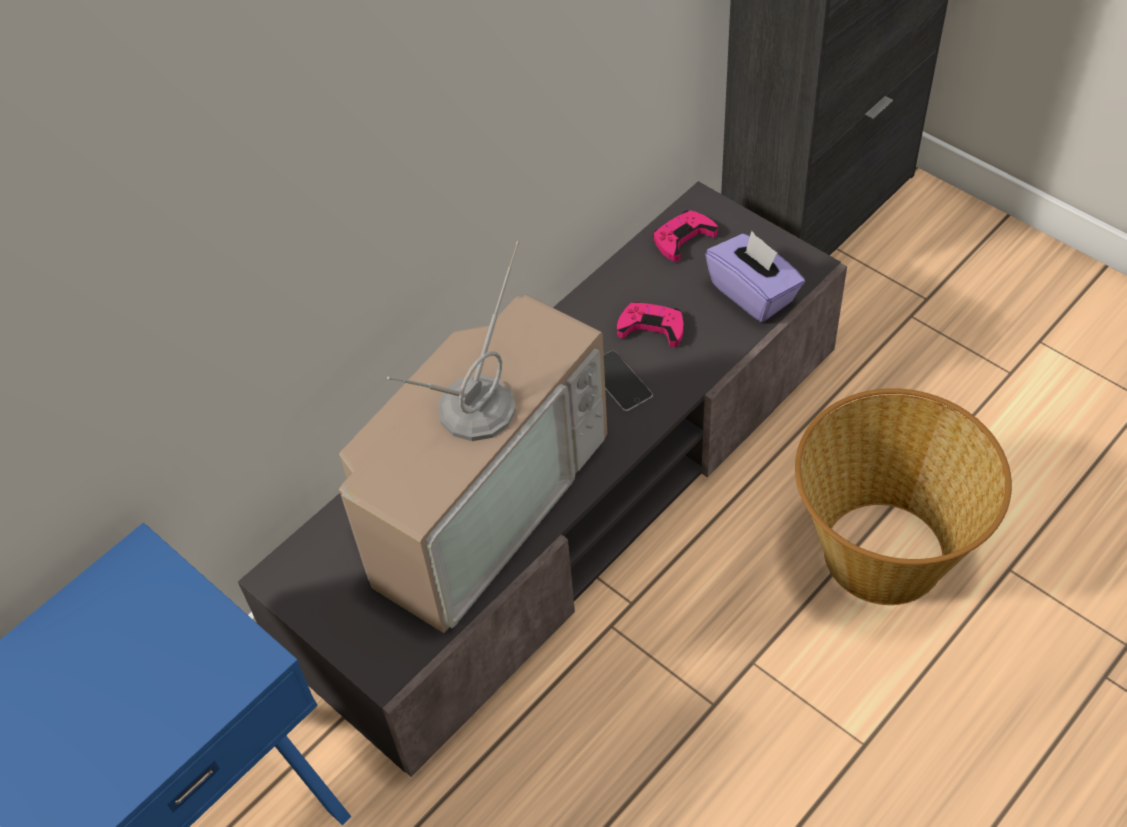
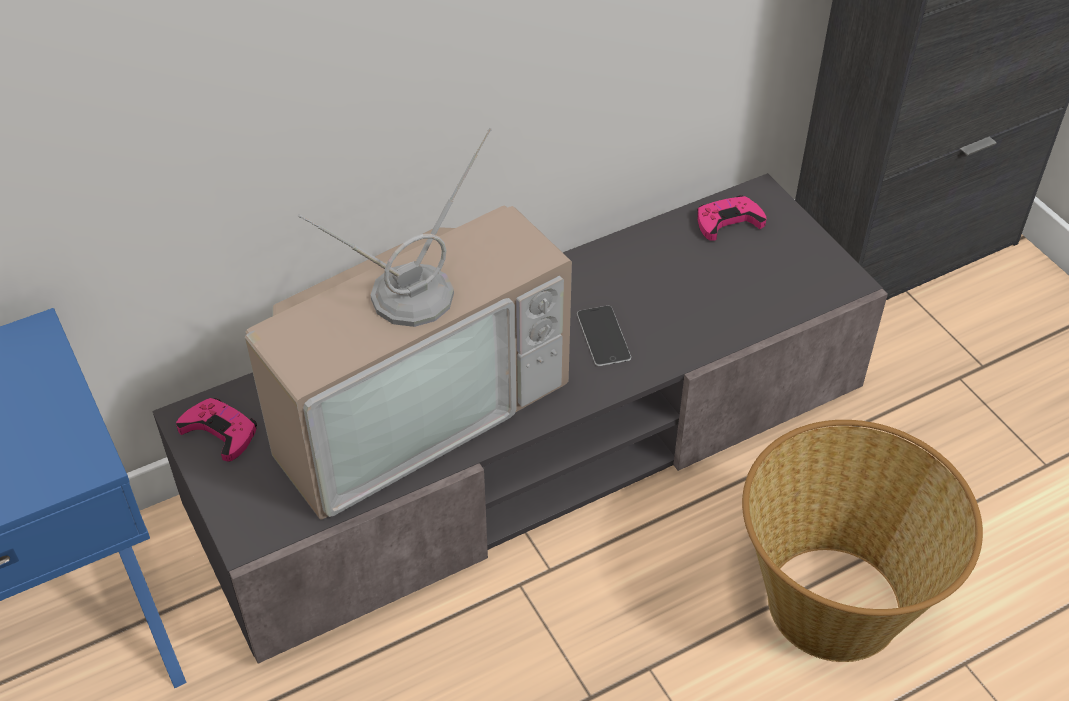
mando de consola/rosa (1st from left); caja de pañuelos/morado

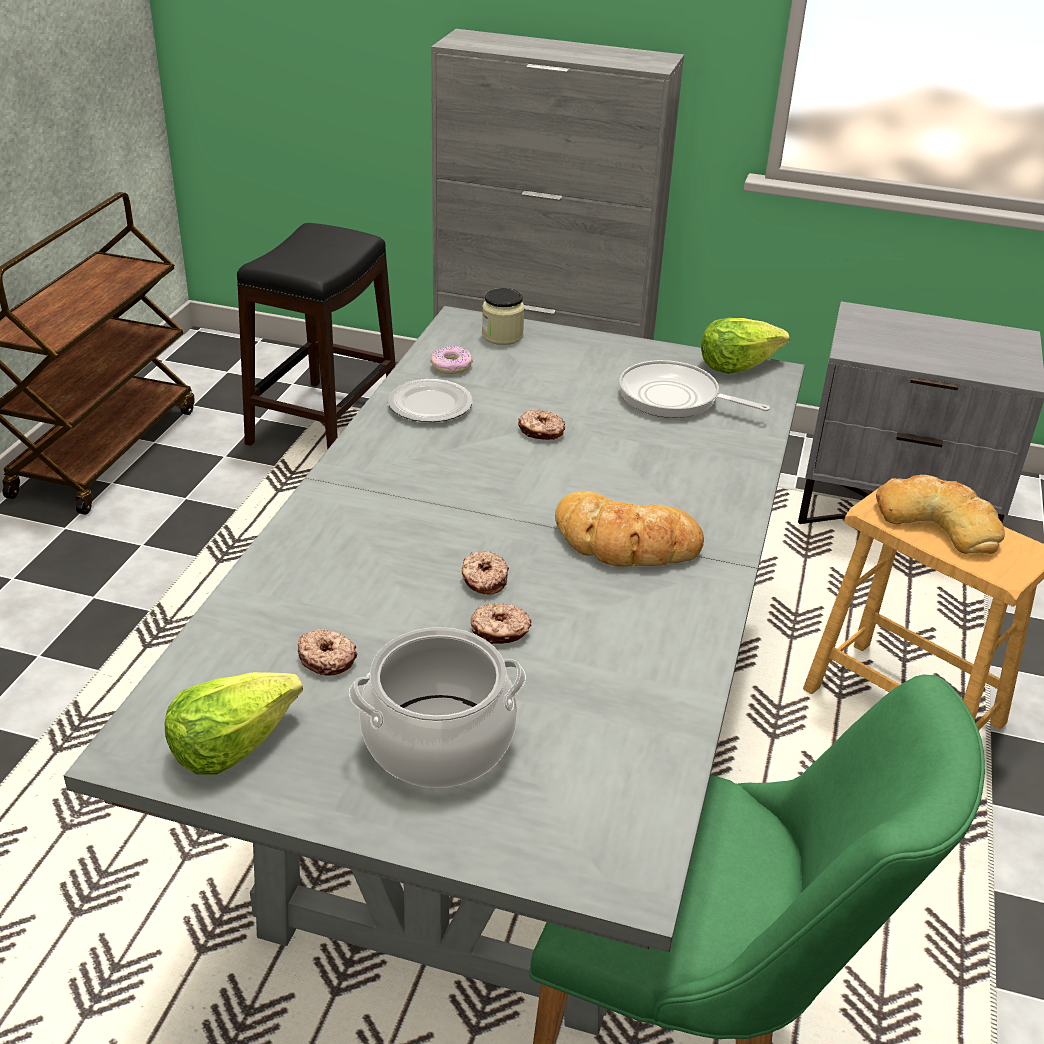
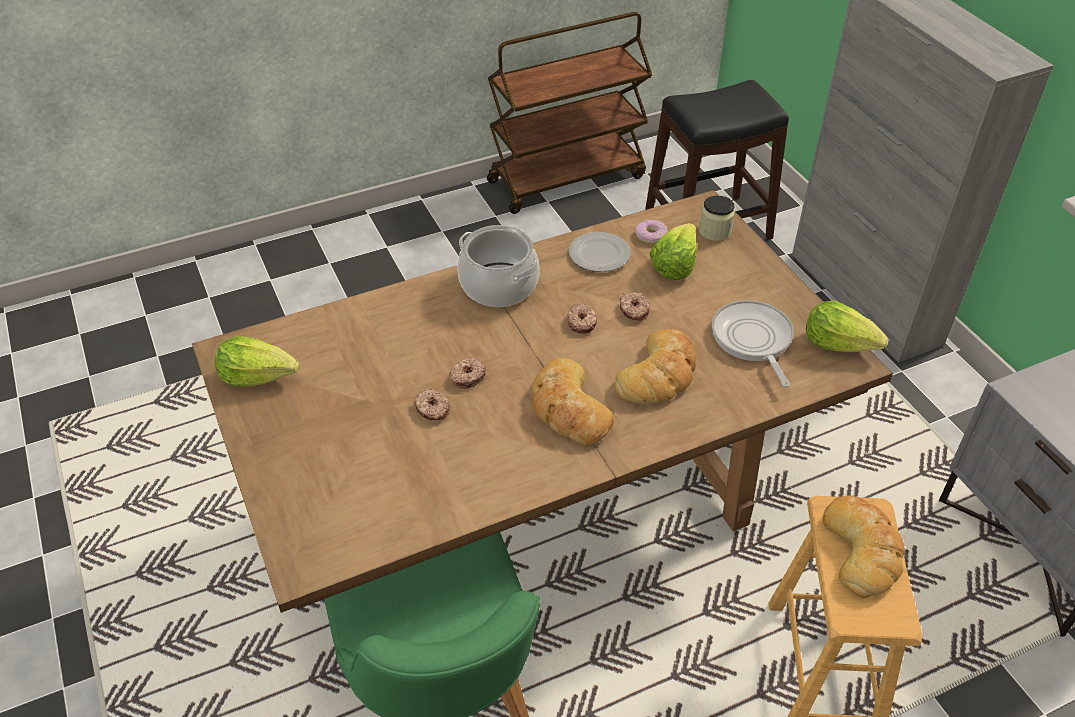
mesa de comedor/marrón; rosquilla (3rd from left); olla; pan (2nd from left); lechuga (2nd from left)

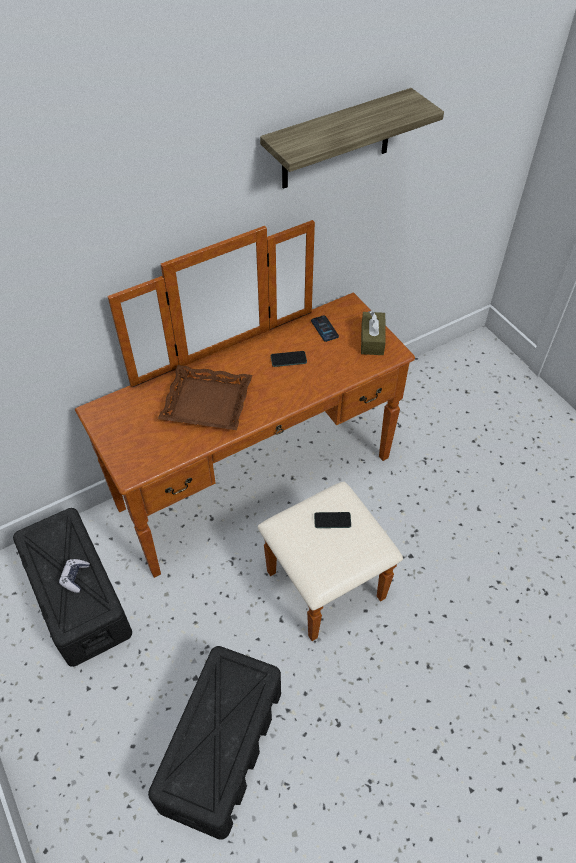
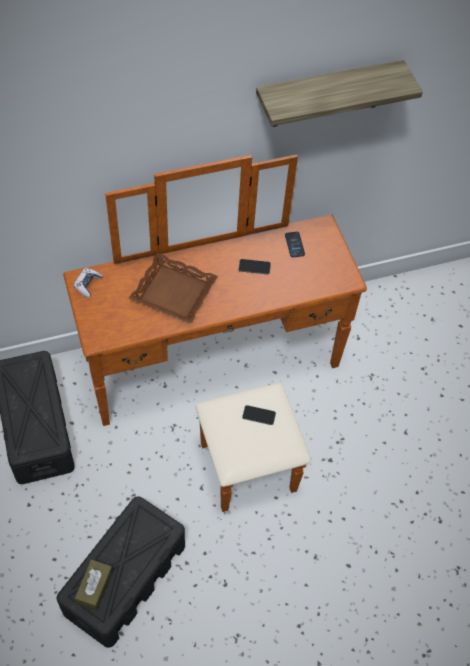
mando de consola; caja de pañuelos/marrón

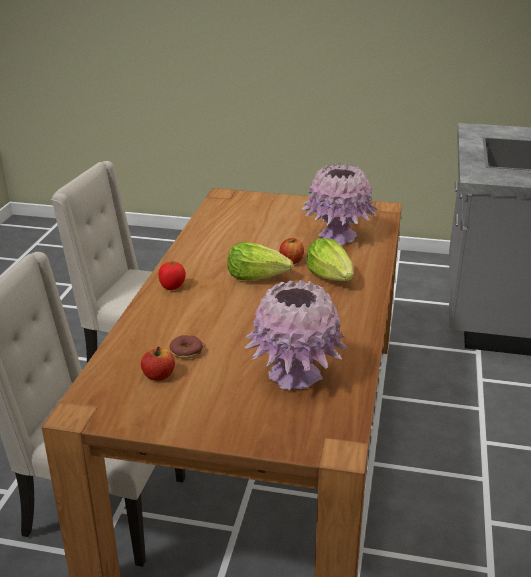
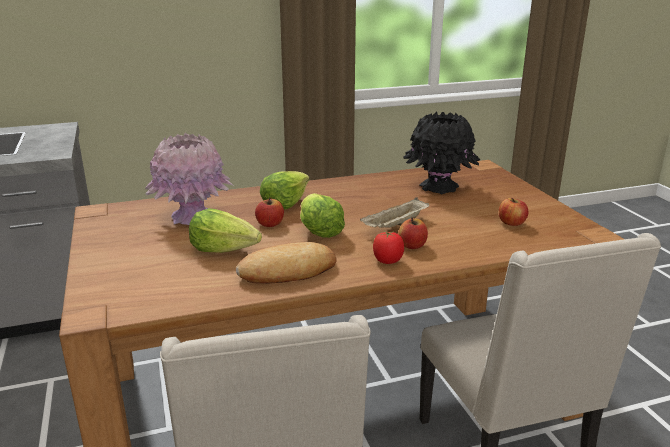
rosquilla; florero/negro; lechuga (1st from left); pan; bandeja/beis; manzana (2nd from left)

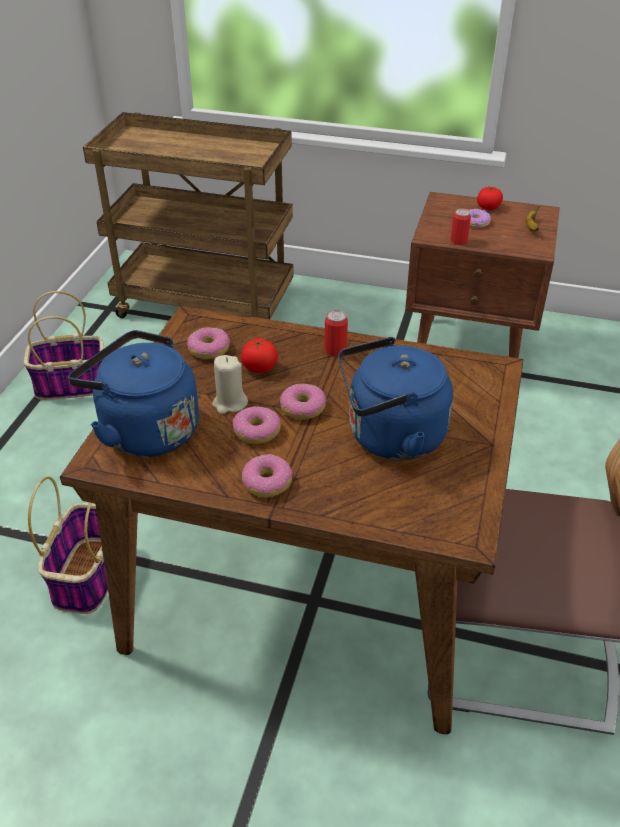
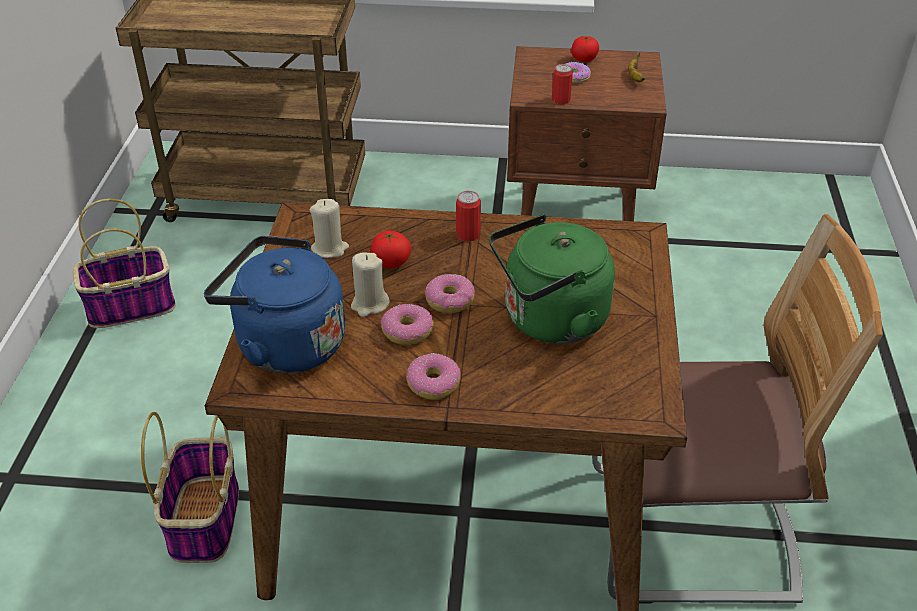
vela/beis (1st from left); hervidor/verde

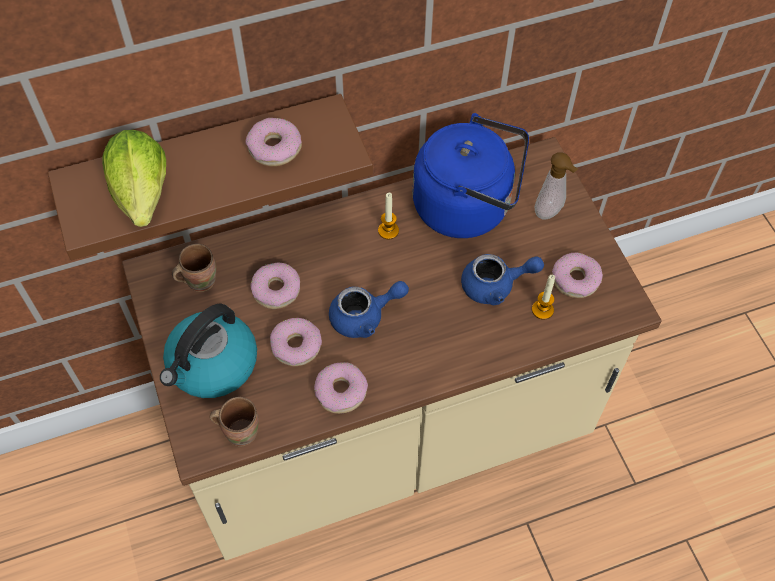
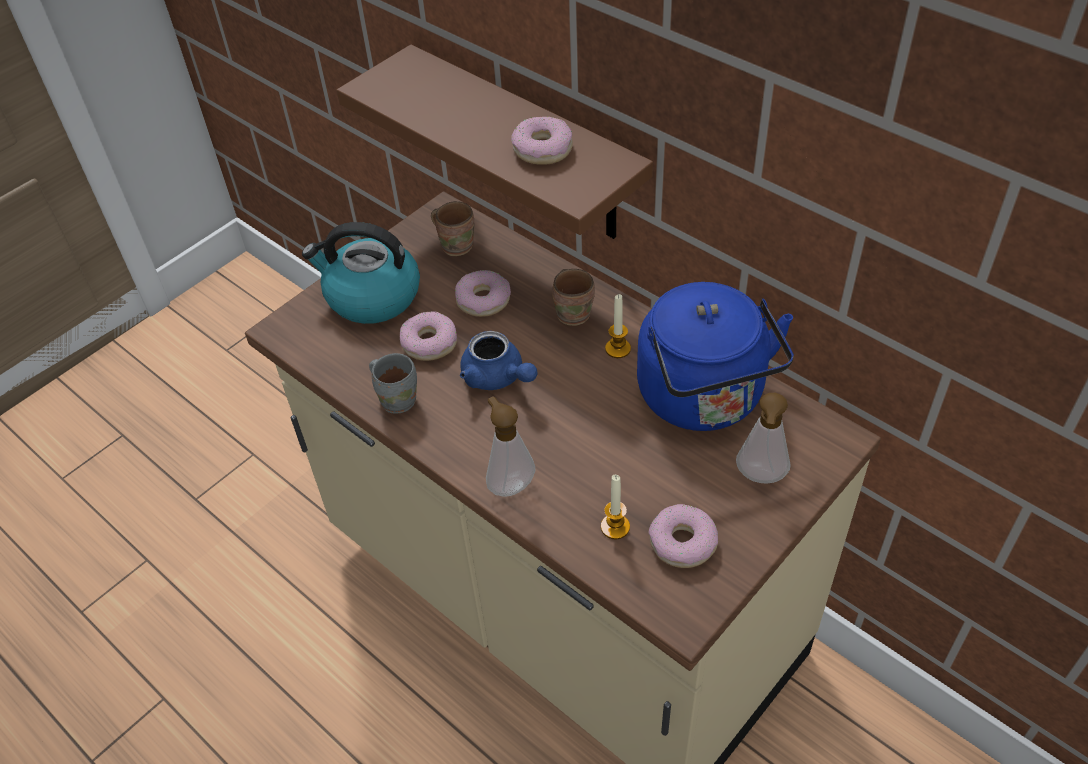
lechuga; taza grande/marrón (2nd from left); taza grande/gris; tetera/azul (2nd from left in the first image); dispensador de jabón (1st from left)

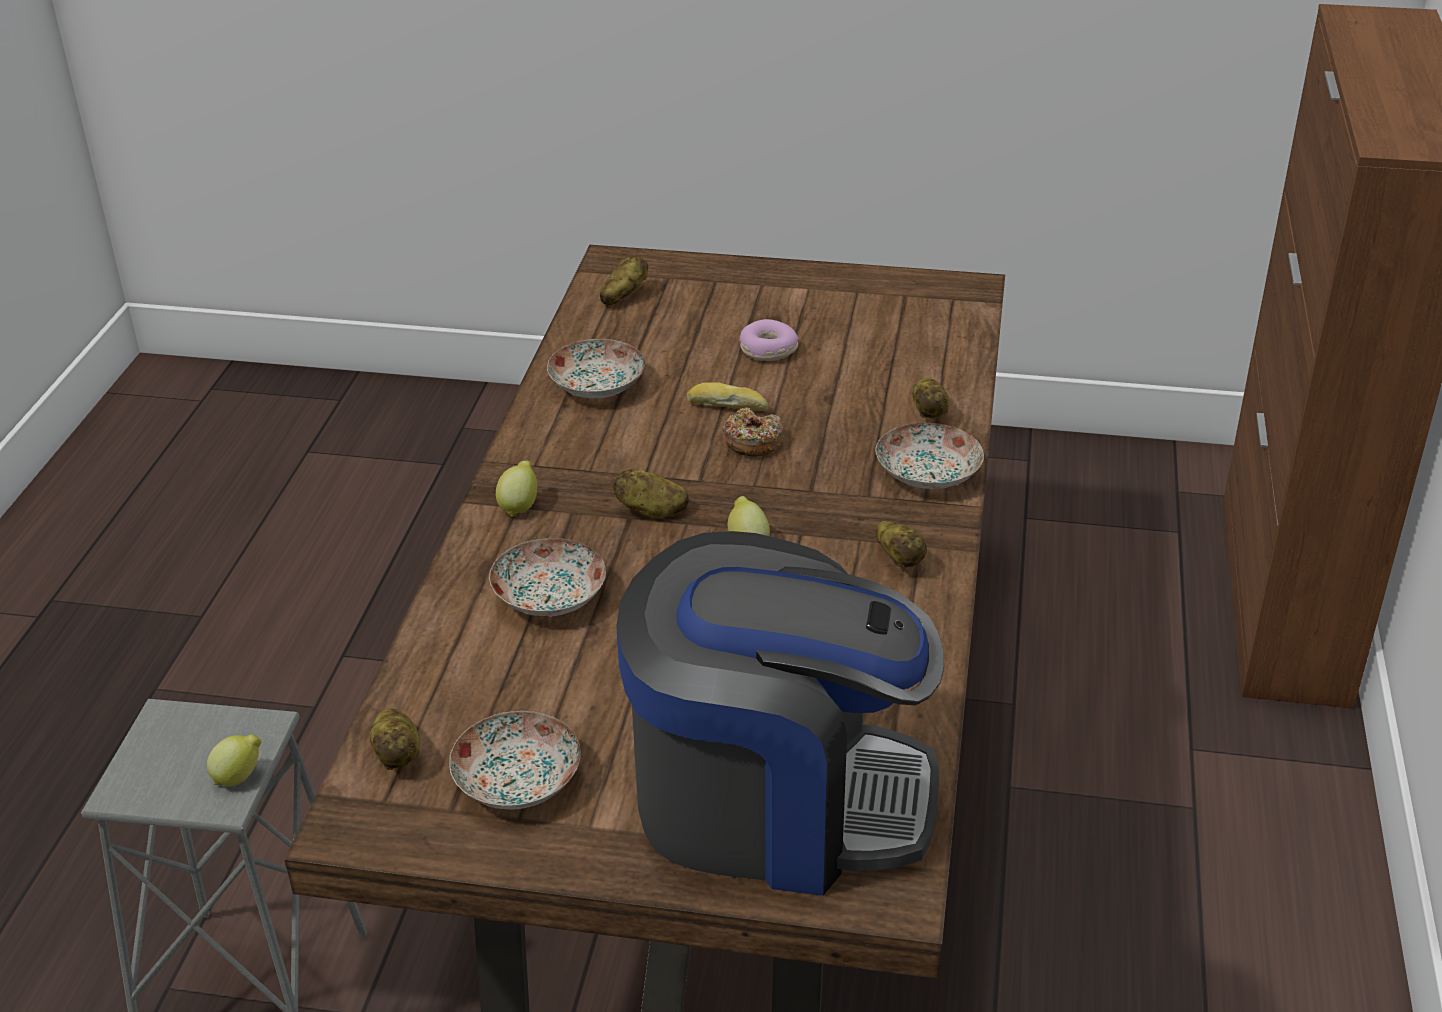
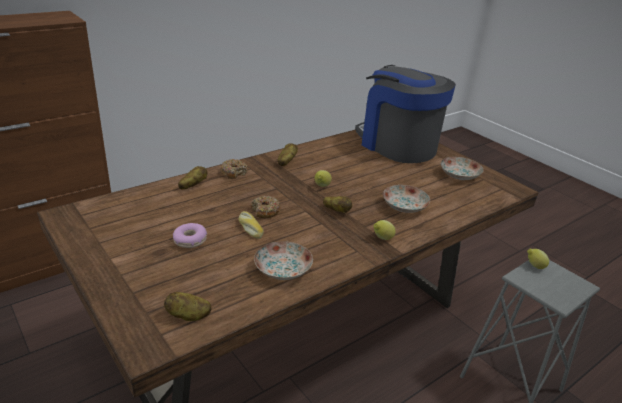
patata (1st from left in the first image); rosquilla (2nd from left)

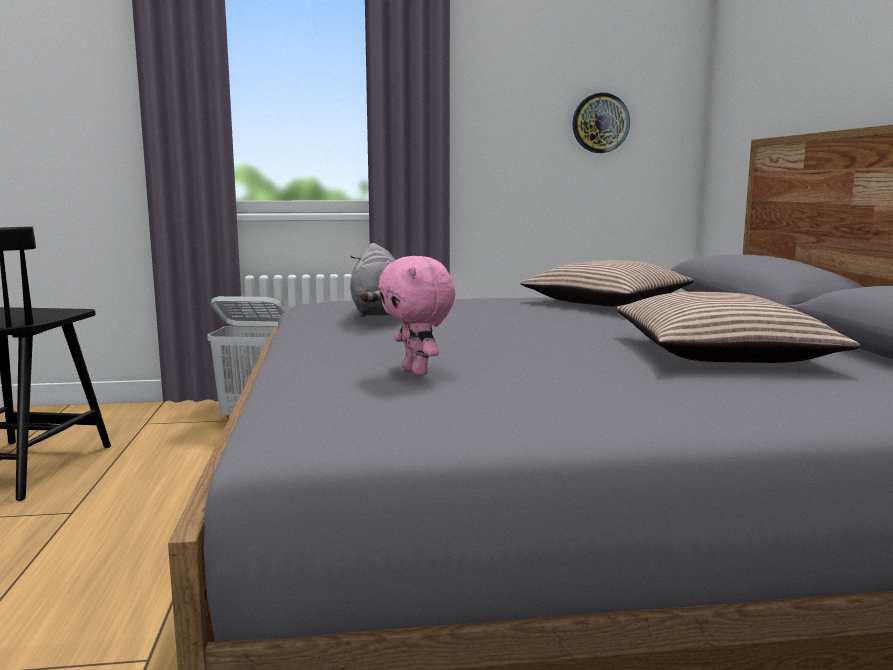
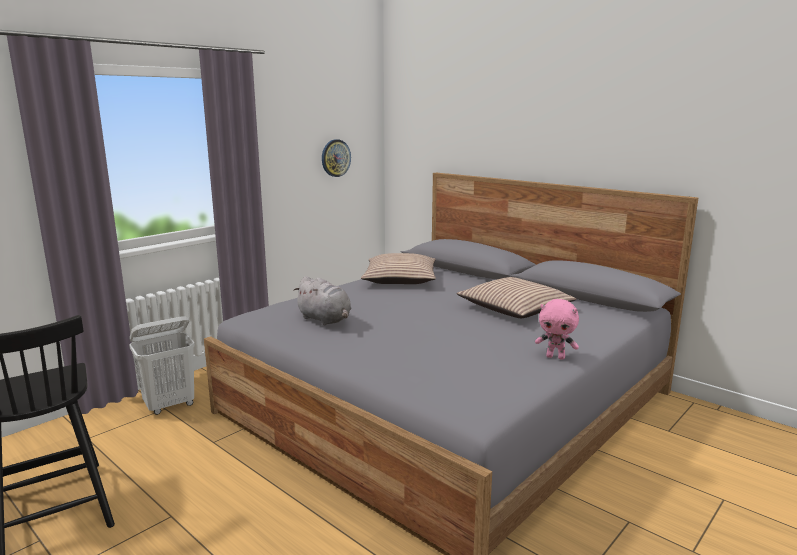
peluche/rosa

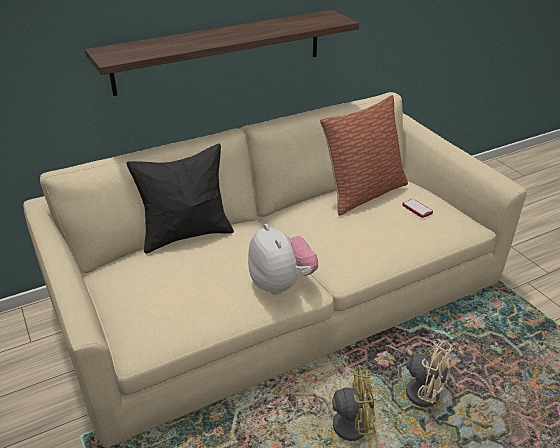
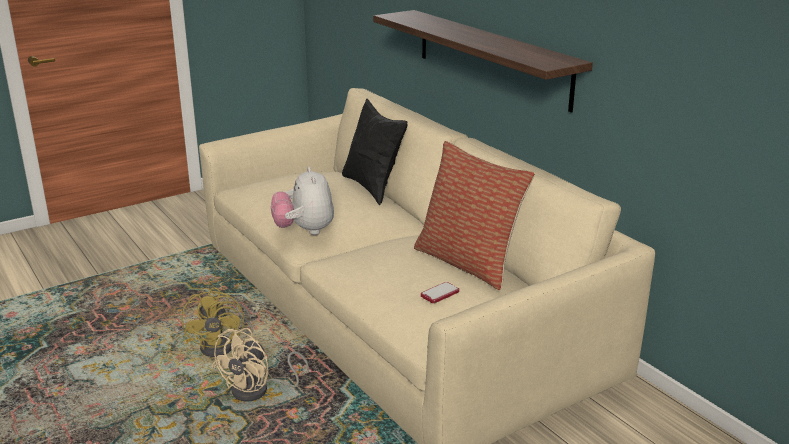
peluche

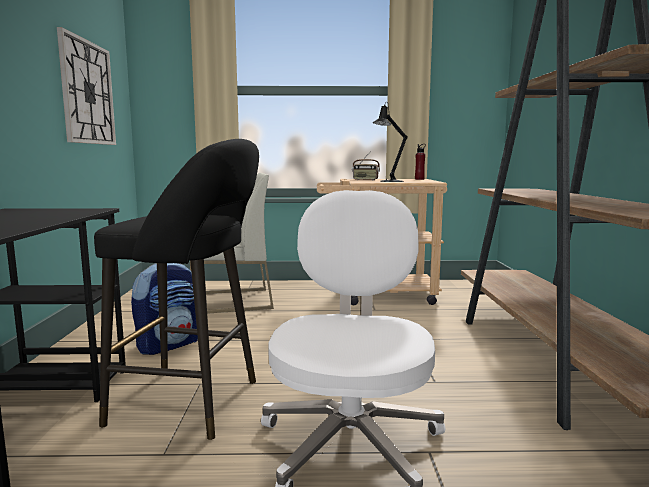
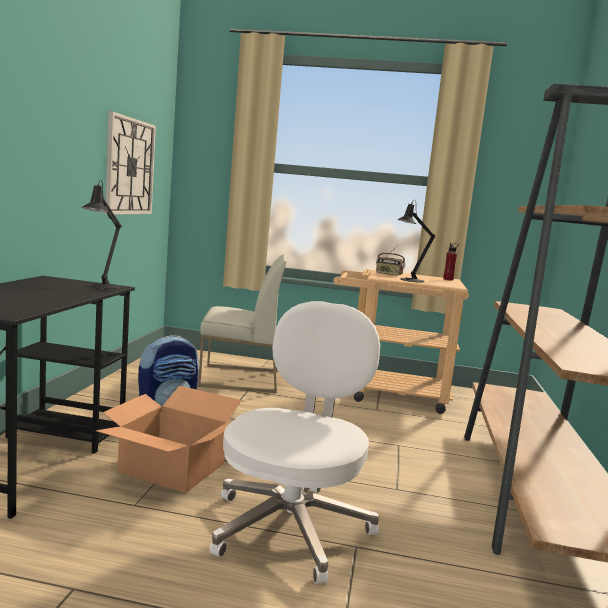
caja de cartón; lámpara de mesa/negro (1st from left)

